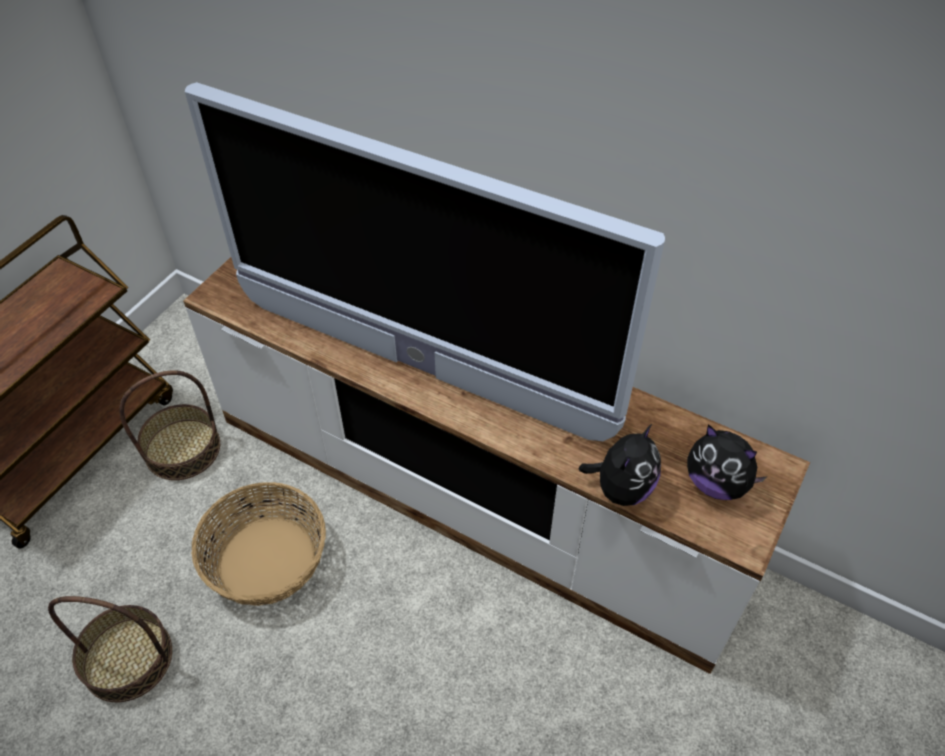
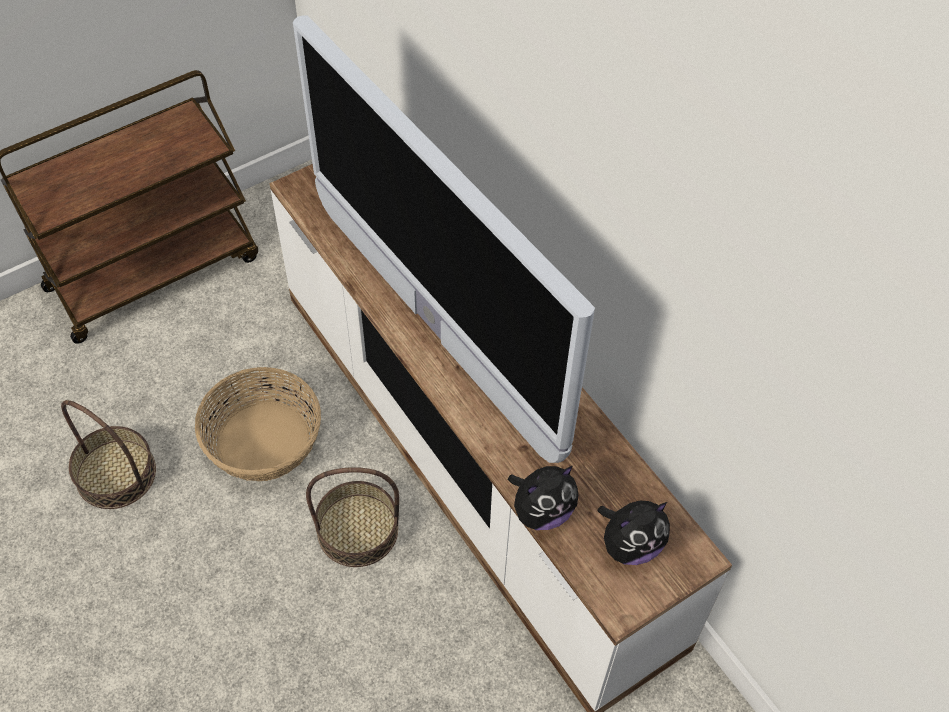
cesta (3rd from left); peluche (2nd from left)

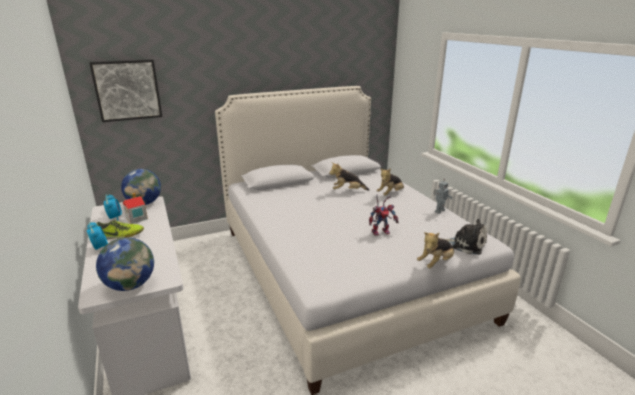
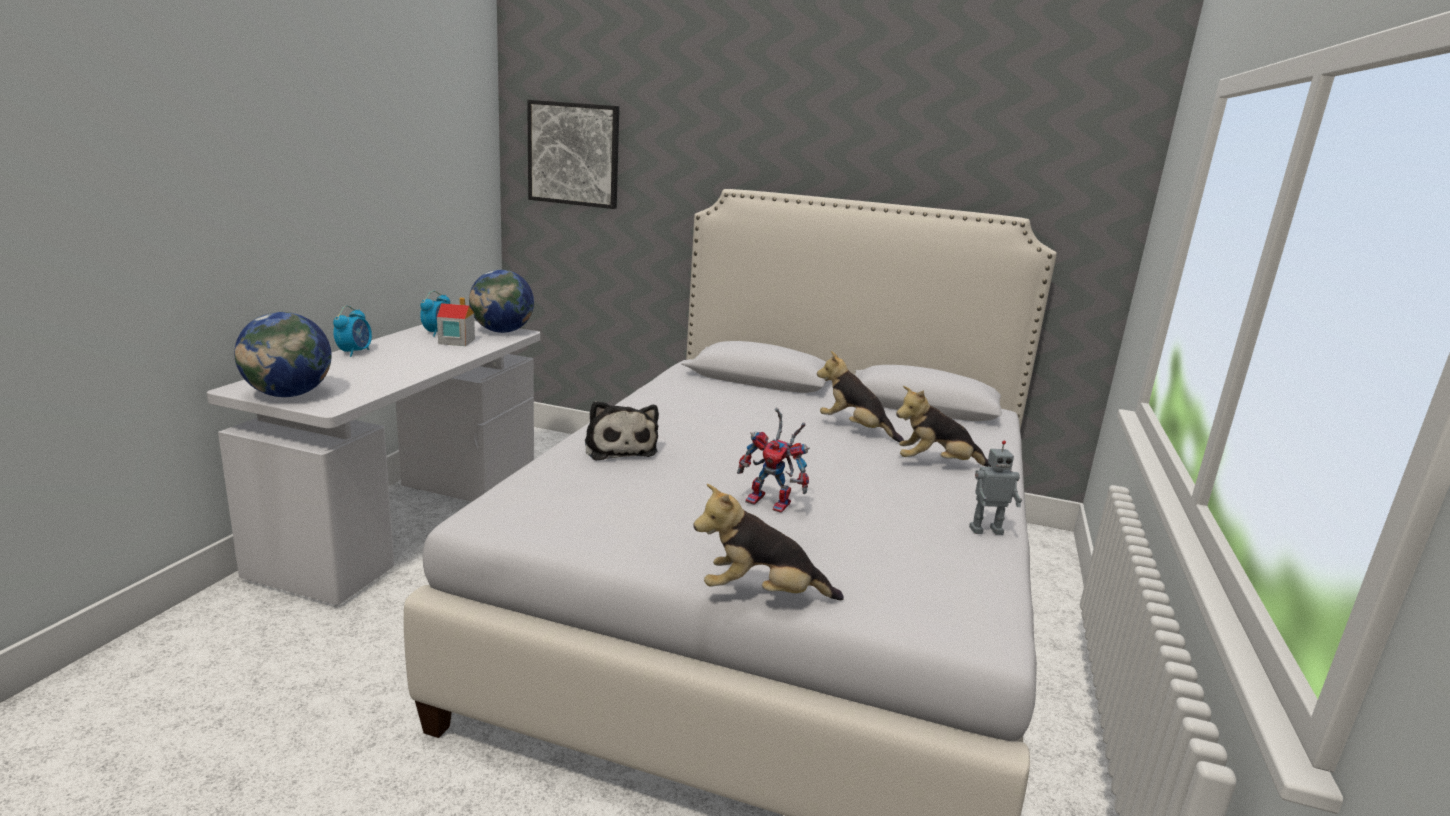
zapato; peluche (1st from left)

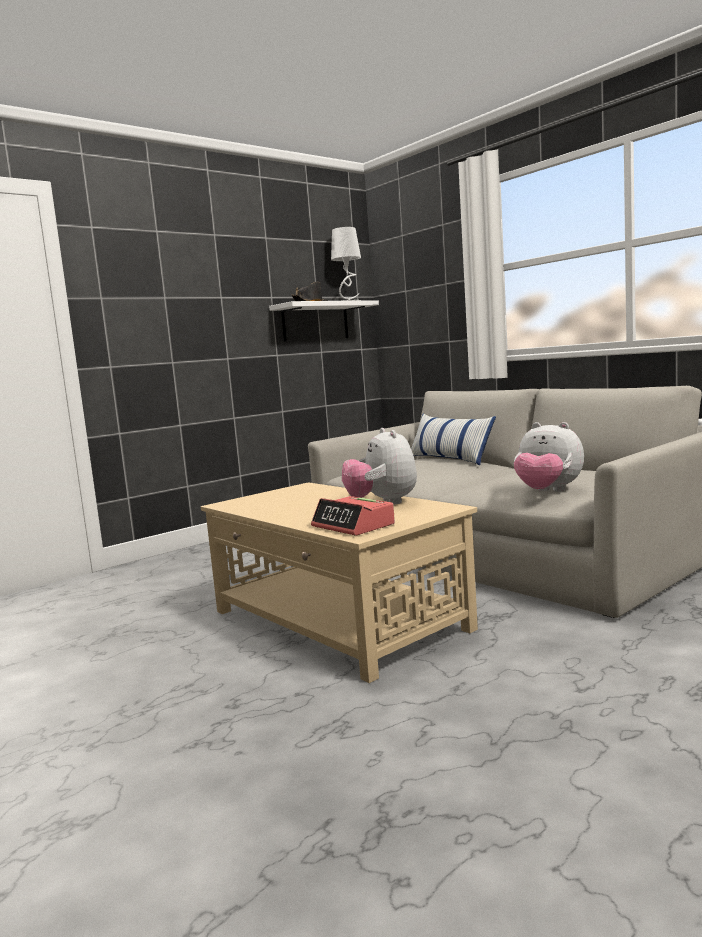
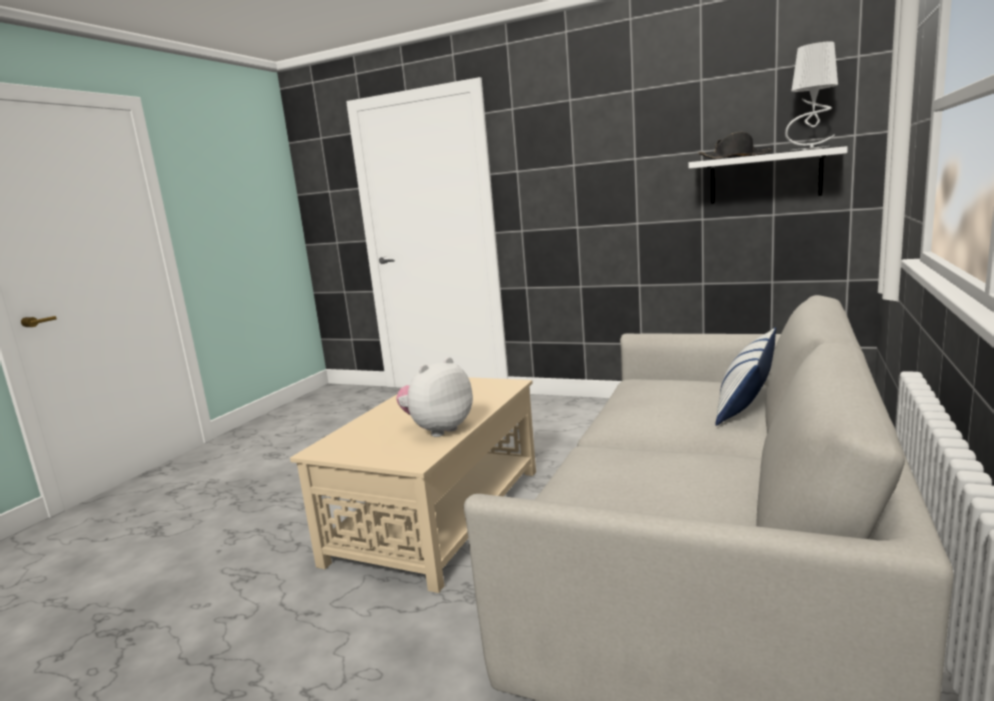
despertador; peluche (2nd from left in the first image)

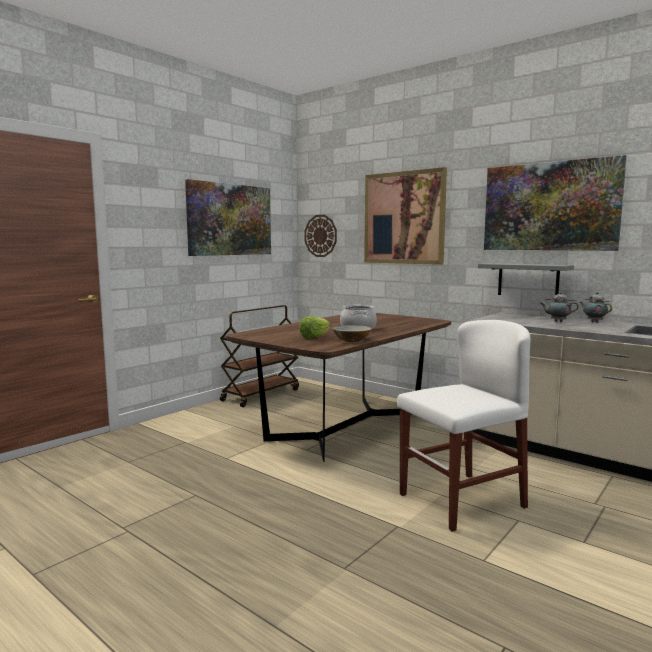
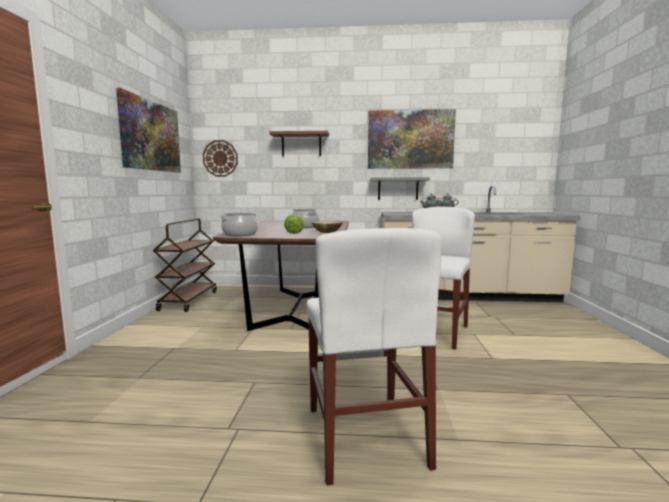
estante/marrón; olla (1st from left); silla/blanco (1st from left)

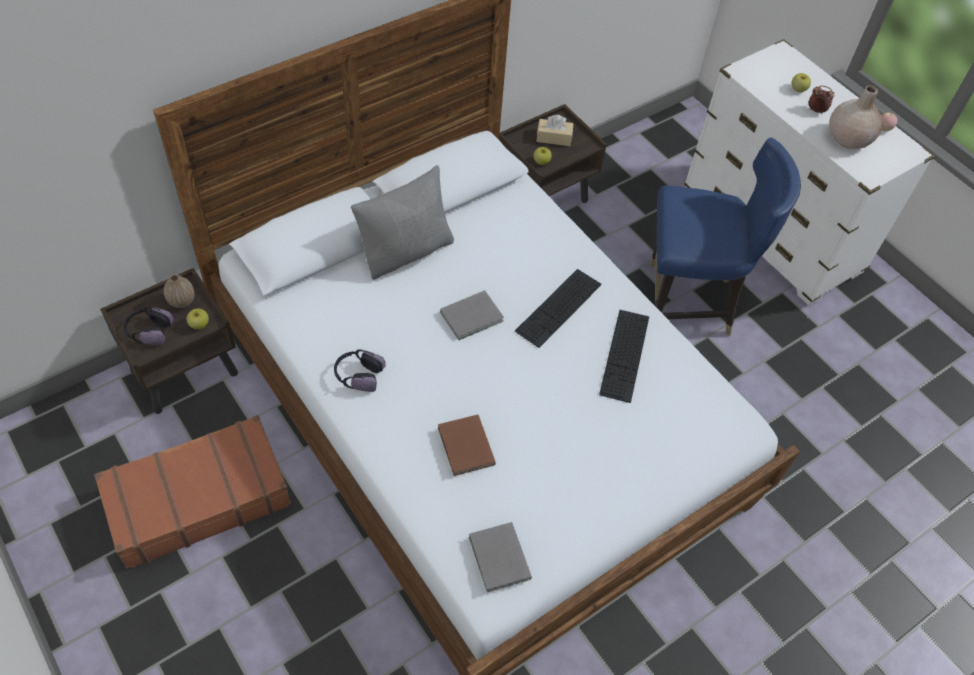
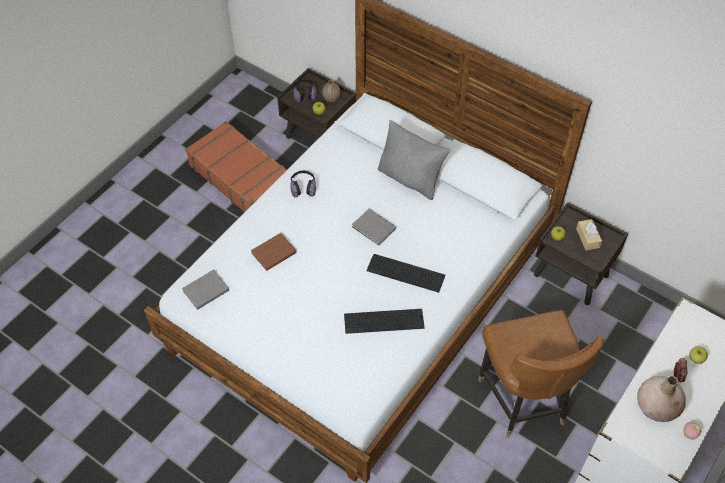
silla/marrón

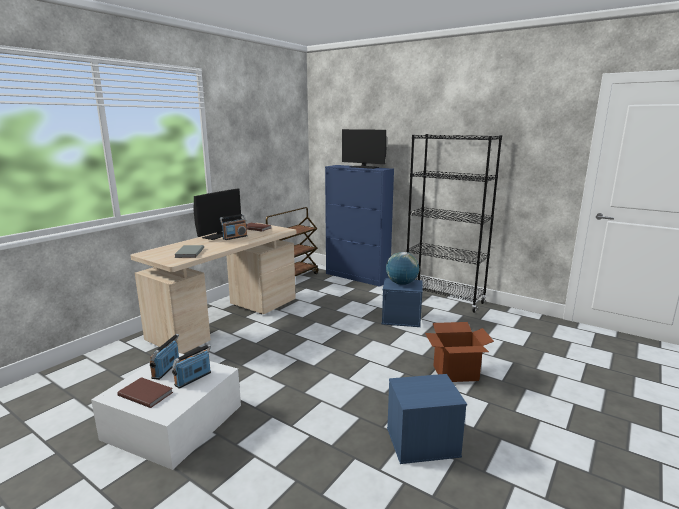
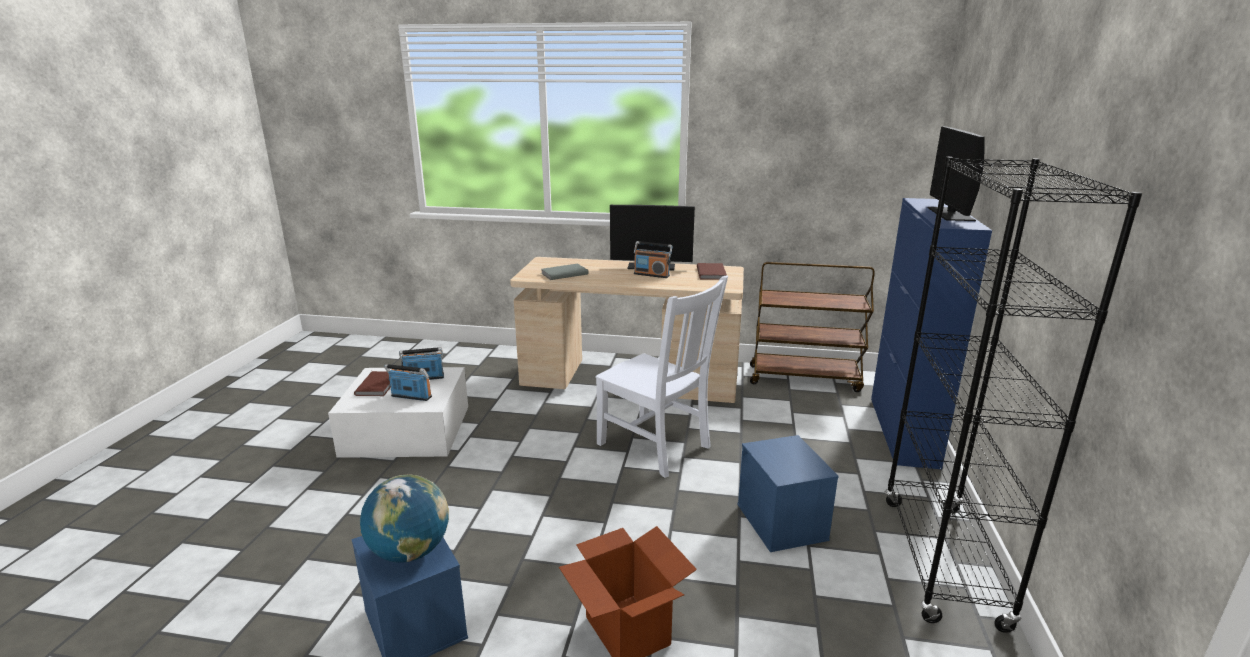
globo terráqueo; silla/blanco

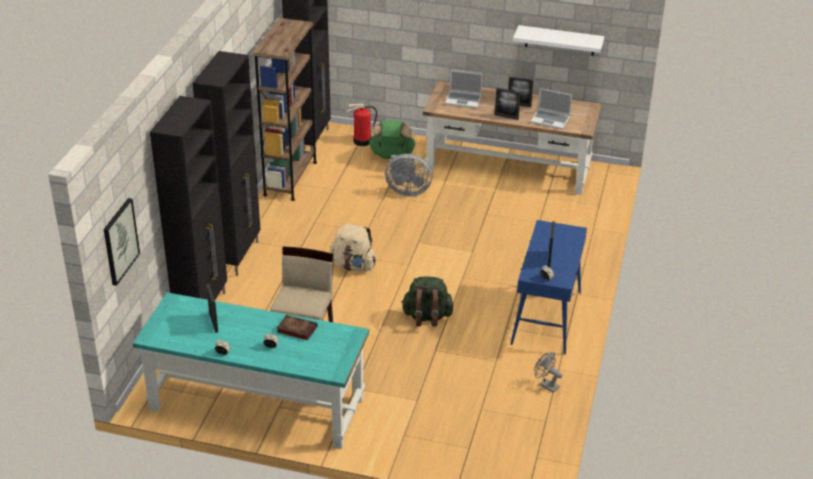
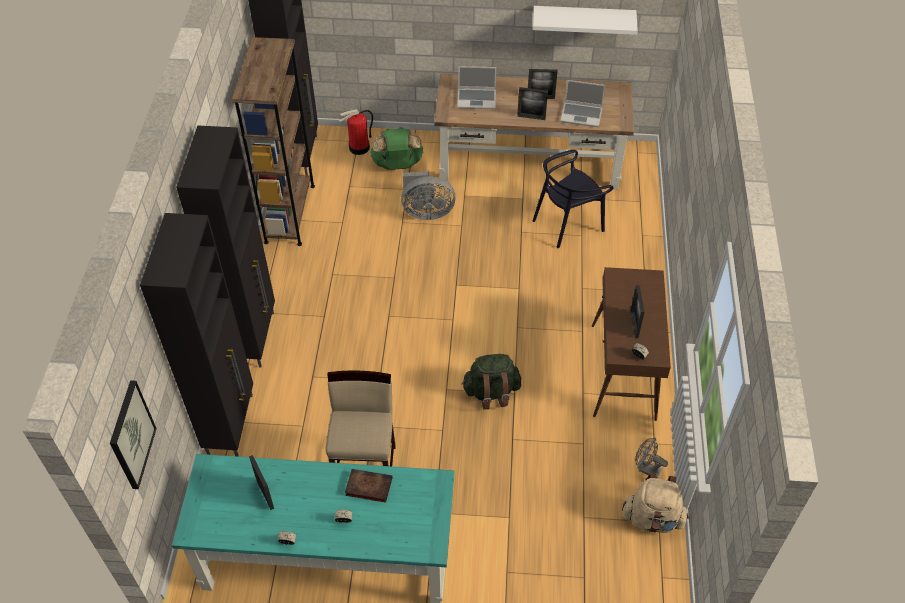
mochila/beis; mesa consola/marrón; silla/negro

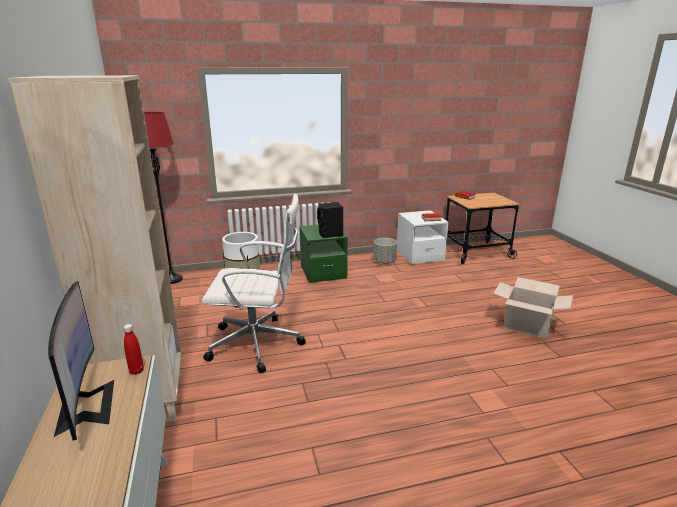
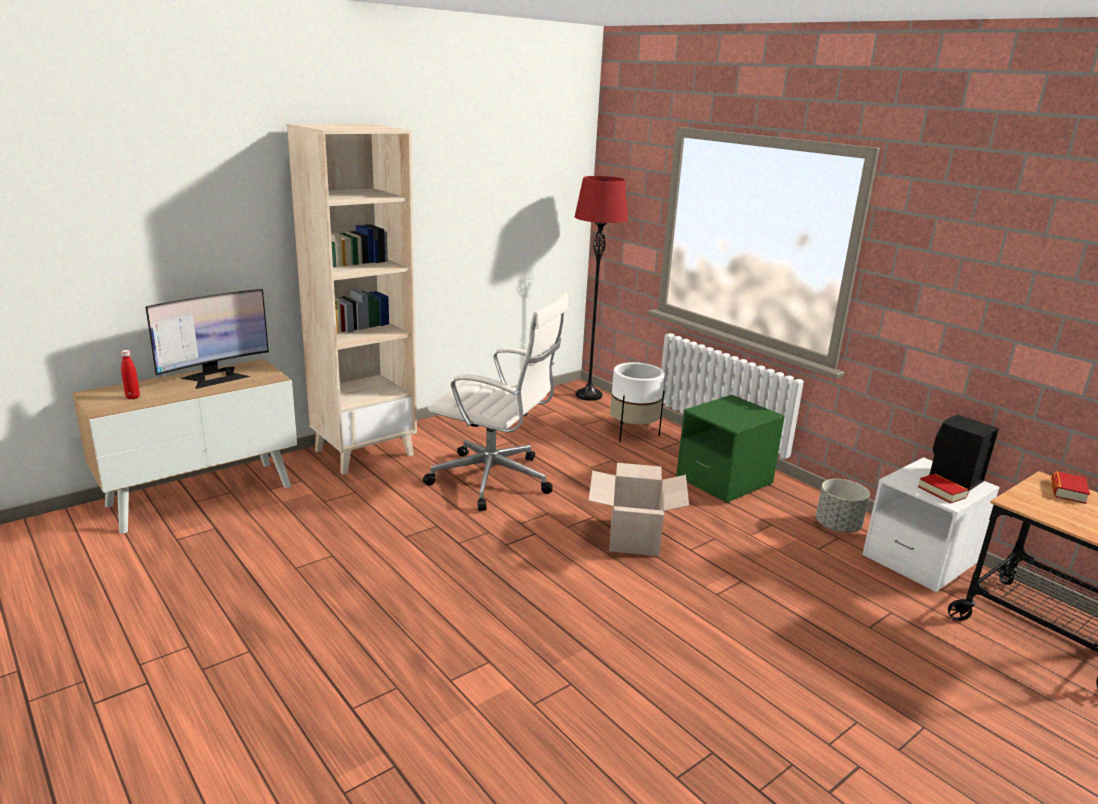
botella/rojo; silla de oficina/blanco; altavoz/negro; caja de cartón

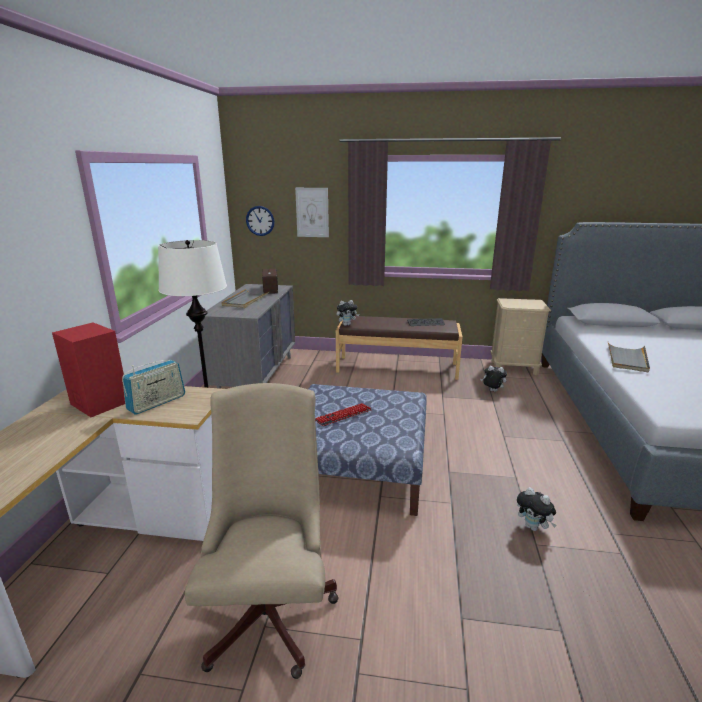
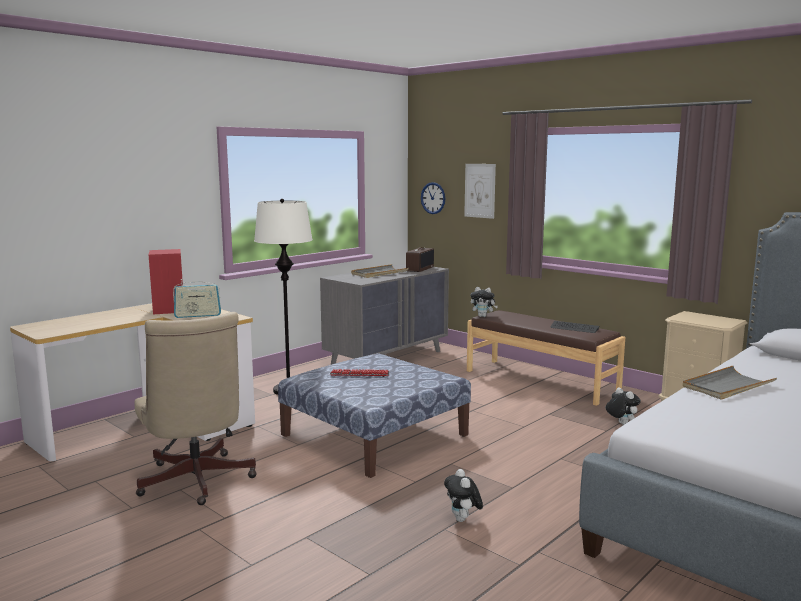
silla de oficina/beis

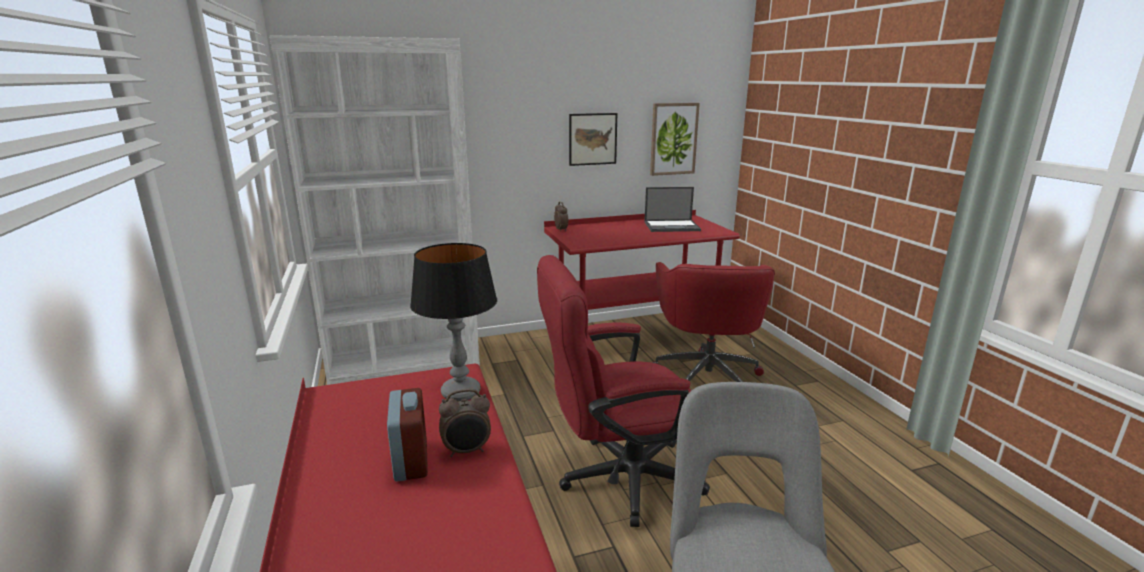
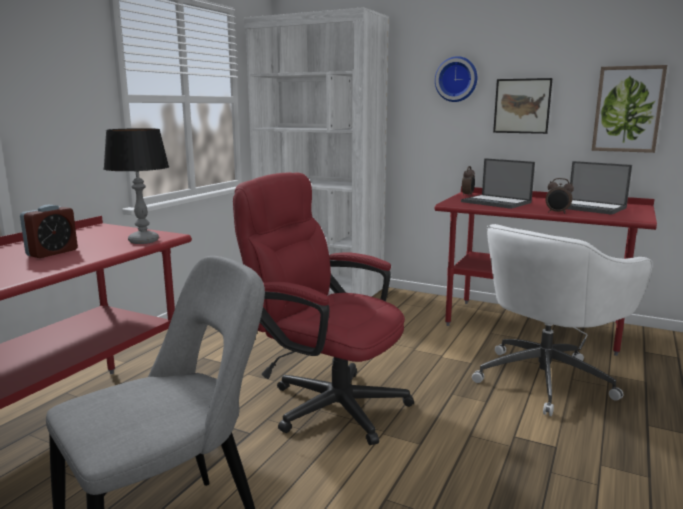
despertador (3rd from left); silla de oficina/blanco; reloj de pared; portátil (1st from left)

